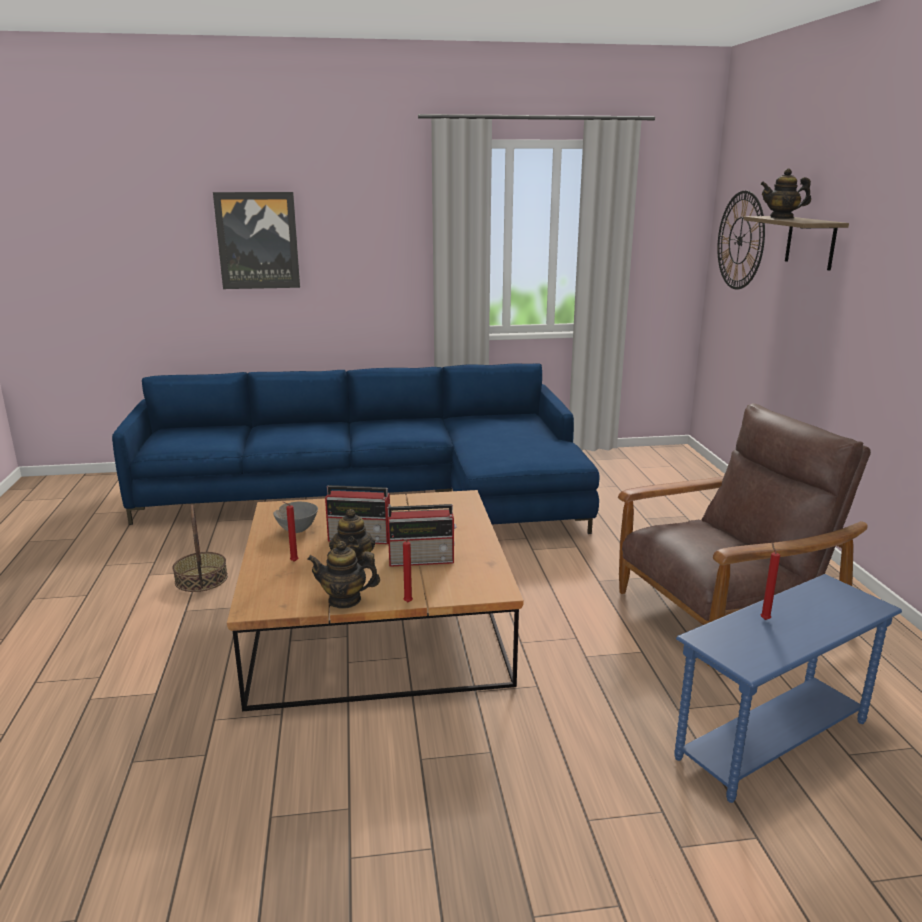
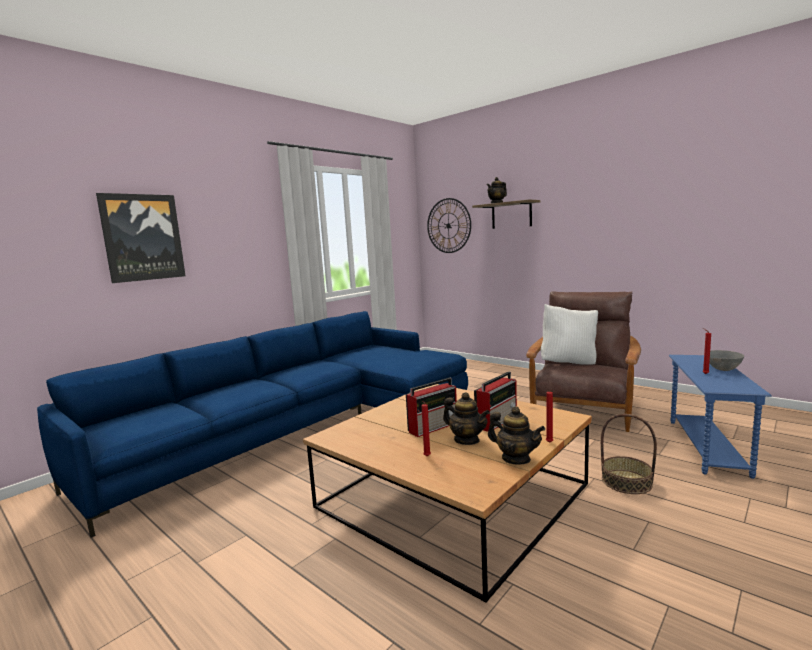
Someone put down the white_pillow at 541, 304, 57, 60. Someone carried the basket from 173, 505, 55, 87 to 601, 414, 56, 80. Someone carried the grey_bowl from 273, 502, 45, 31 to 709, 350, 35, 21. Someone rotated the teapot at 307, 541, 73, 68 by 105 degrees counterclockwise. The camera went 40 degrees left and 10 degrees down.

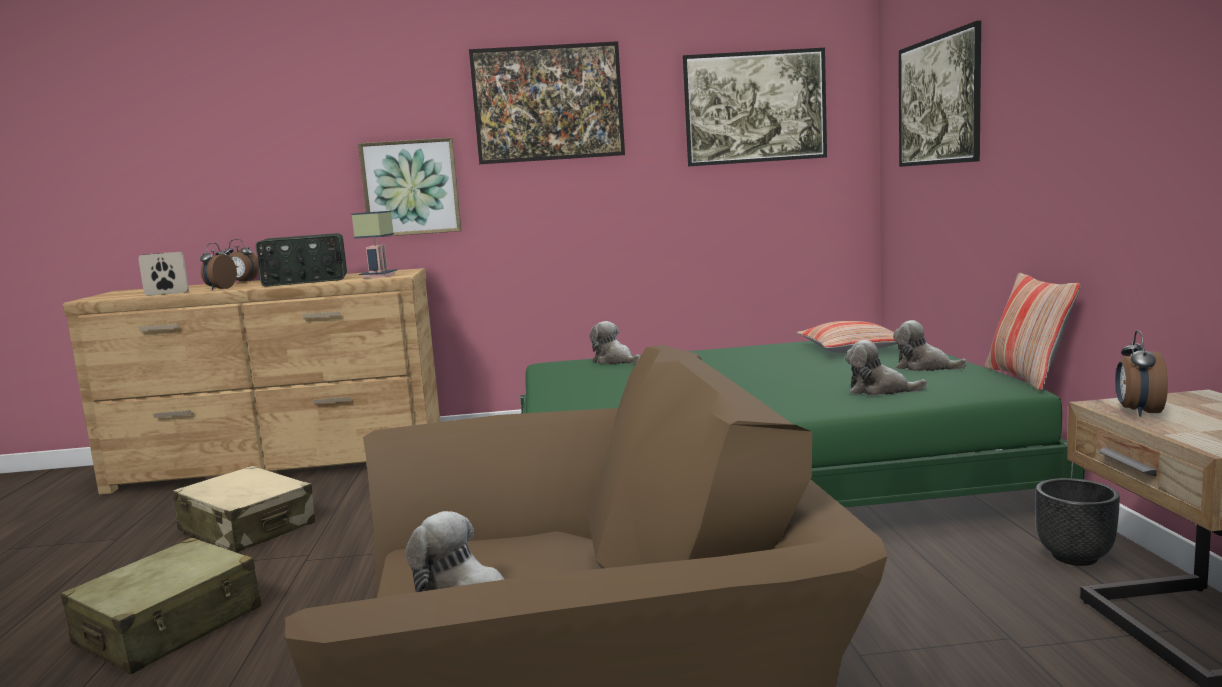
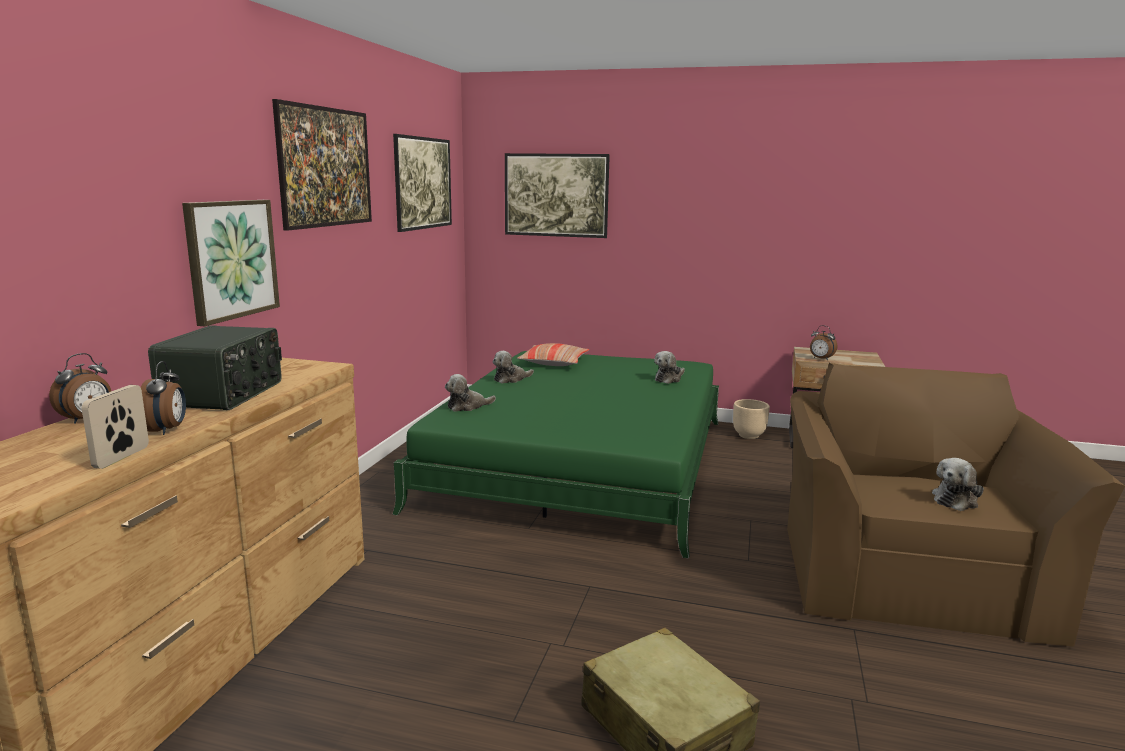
Someone took away the beige_suitcase at 172, 465, 143, 87. Someone took away the table_lamp at 352, 211, 46, 68. Someone took away the pillow at 984, 273, 97, 118. Someone carried the plush_toy from 893, 320, 75, 51 to 493, 351, 41, 33. Someone repainted the black_planter at 1035, 478, 85, 88, which became the beige_planter at 733, 399, 37, 40. Someone rotated the alarm_clock at 200, 243, 37, 47 by 135 degrees counterclockwise. The camera went 70 degrees left and 5 degrees up.

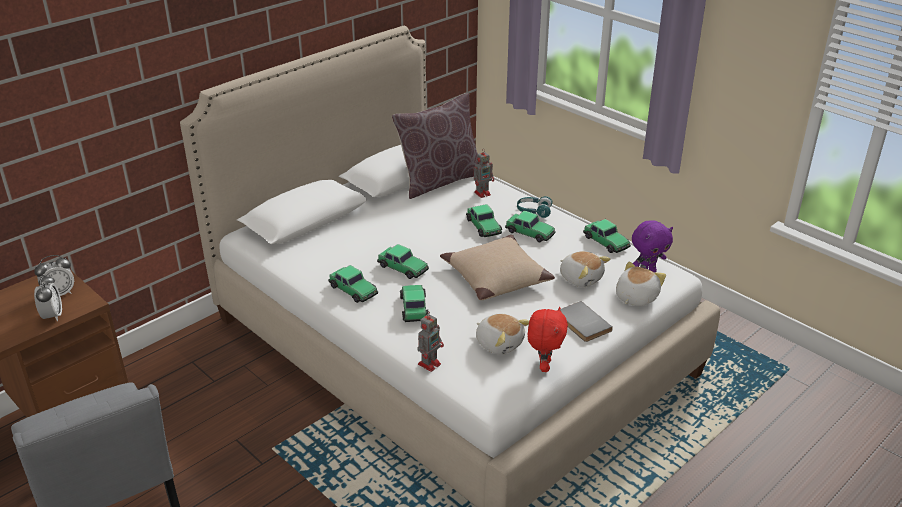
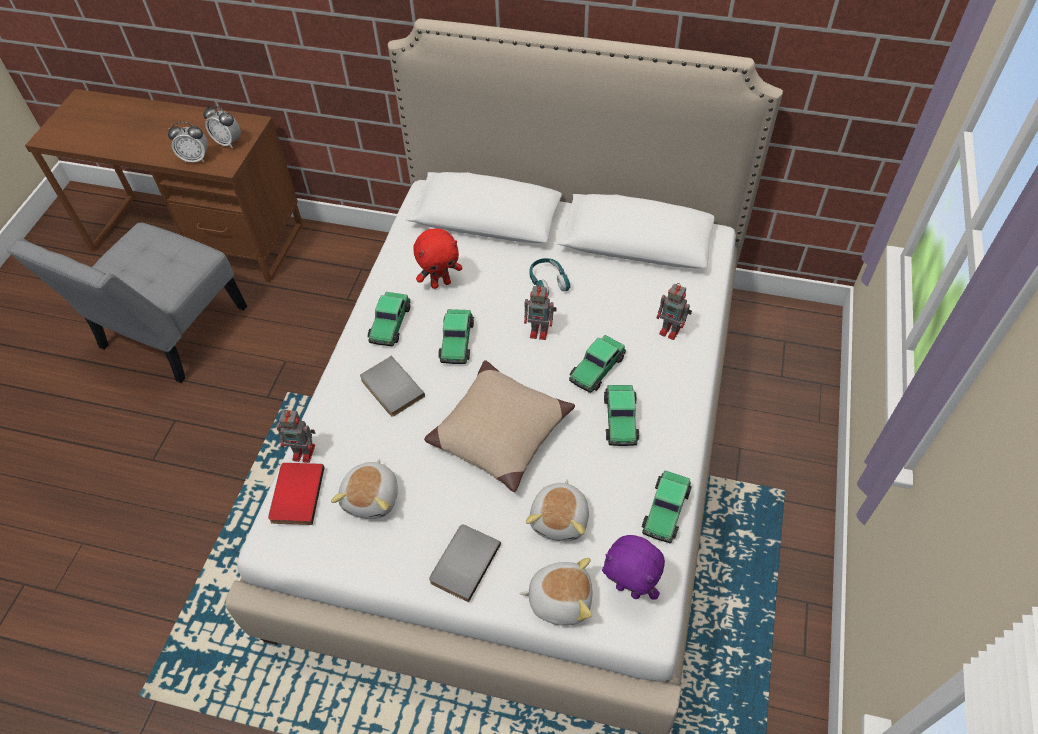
Someone took away the brown_pillow at 392, 93, 87, 106. Someone put down the red_book at 268, 463, 56, 62. Someone put down the toy_robot at 524, 284, 33, 56. Someone carried the turquoise_headphones from 517, 196, 35, 22 to 529, 258, 41, 37. Someone carried the red_plush_toy from 528, 307, 40, 65 to 413, 228, 50, 61. Someone swapped the toy_car at 400, 285, 29, 37 for the grey_book at 360, 356, 65, 61. Someone rotated the alarm_clock at 34, 275, 28, 46 by 45 degrees clockwise. The camera went 60 degrees right and 20 degrees up.

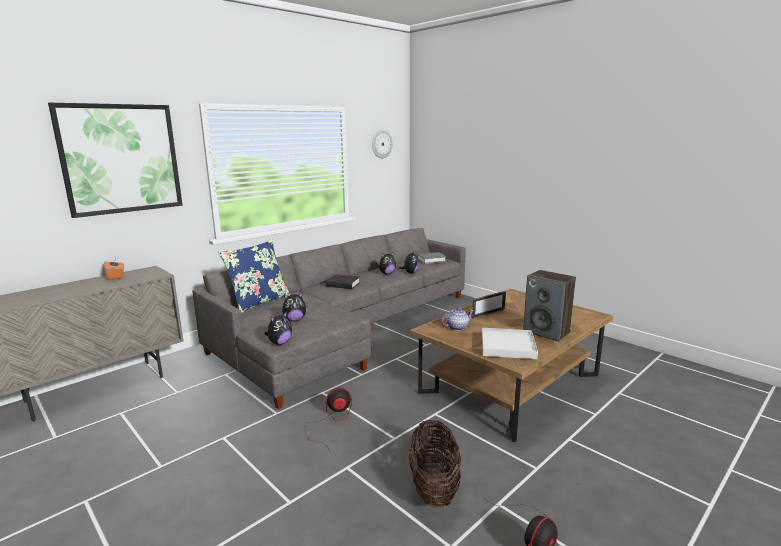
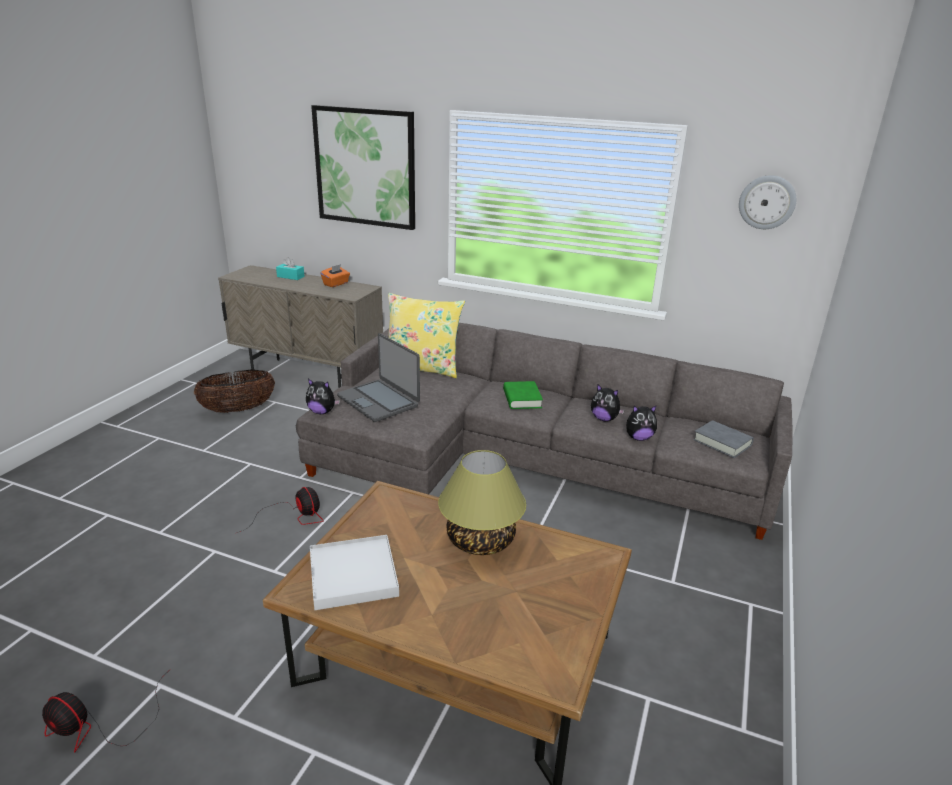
Someone took away the teapot at 441, 308, 33, 23. Someone took away the speaker at 523, 270, 53, 72. Someone put down the turquoise_tissue_box at 276, 257, 29, 23. Someone carried the basket from 409, 419, 52, 89 to 194, 369, 81, 44. Someone swapped the plush_toy at 282, 292, 25, 29 for the laptop at 337, 333, 83, 89. Someone swapped the picture_frame at 472, 291, 34, 28 for the table_lamp at 438, 450, 88, 105. Someone repainted the blue_pillow at 218, 239, 72, 74, which became the yellow_pillow at 388, 293, 77, 85. Someone repainted the black_book at 326, 274, 34, 15, which became the green_book at 503, 381, 40, 28. The camera went 65 degrees right and 10 degrees up.

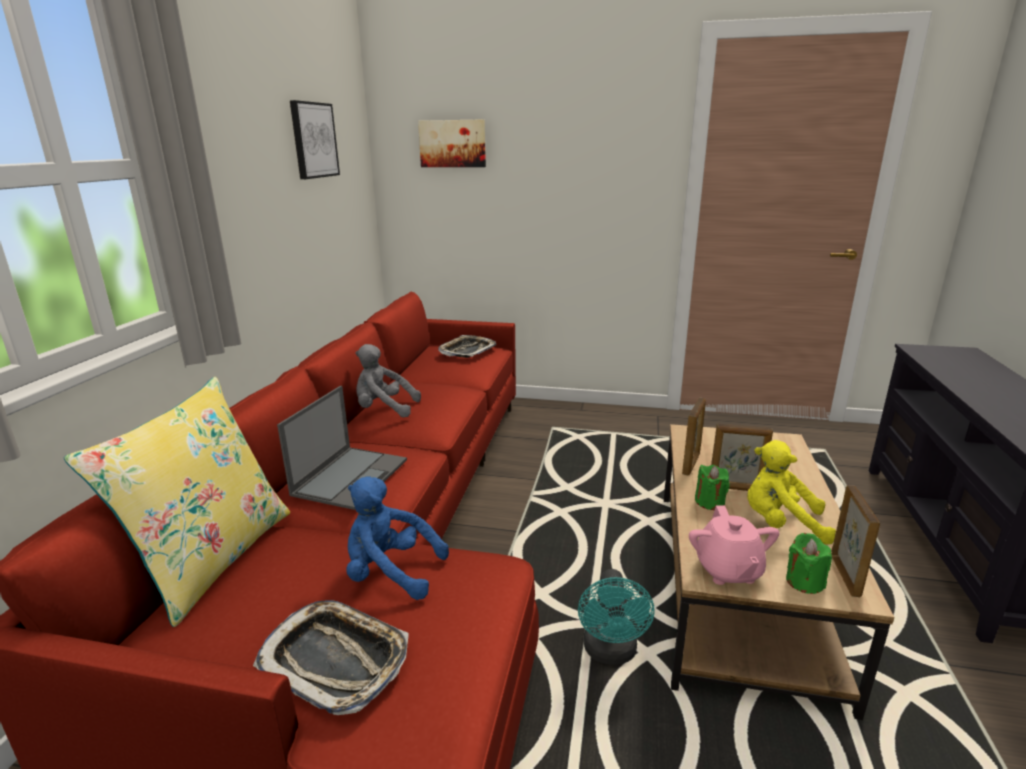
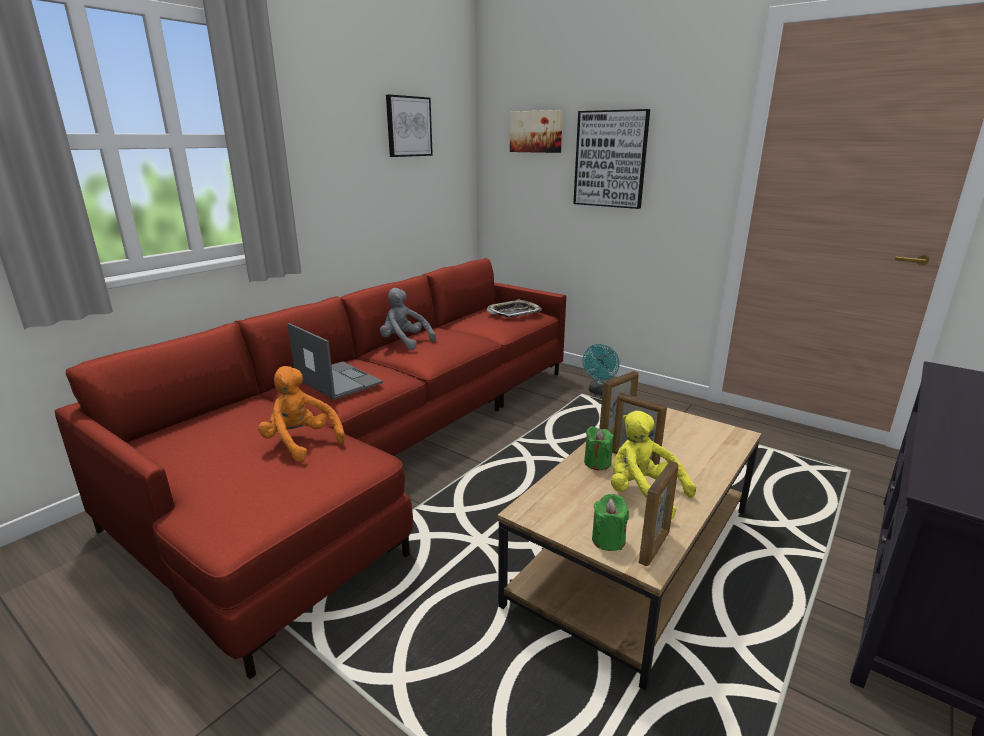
Someone took away the yellow_pillow at 64, 377, 226, 250. Someone took away the tray at 253, 600, 156, 115. Someone took away the pink_teapot at 689, 505, 90, 80. Someone put up the picture at 573, 109, 77, 100. Someone carried the turquoise_fan from 578, 569, 76, 96 to 583, 344, 36, 52. Someone repainted the blue_plush_toy at 346, 476, 103, 124, which became the orange_plush_toy at 258, 366, 87, 96. Someone rotated the laptop at 277, 386, 130, 124 by 90 degrees counterclockwise. The camera went 25 degrees right and 0 degrees up.

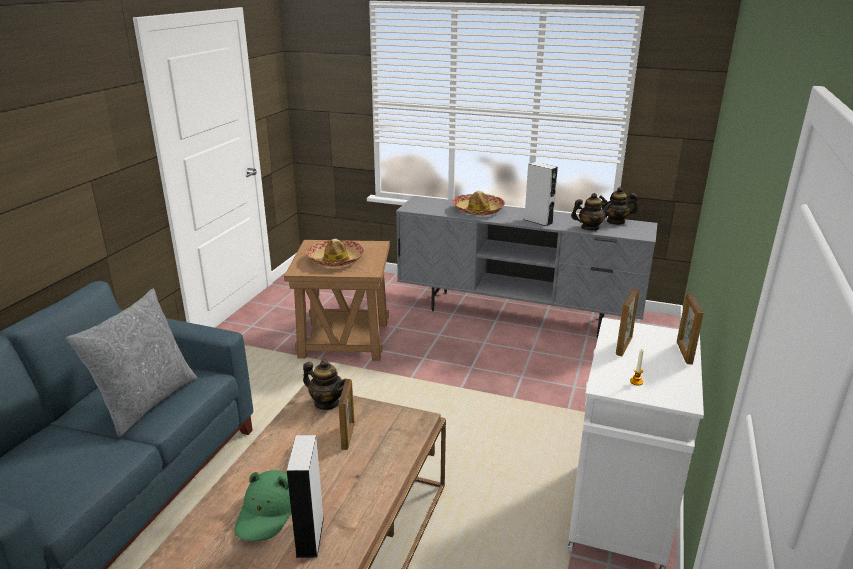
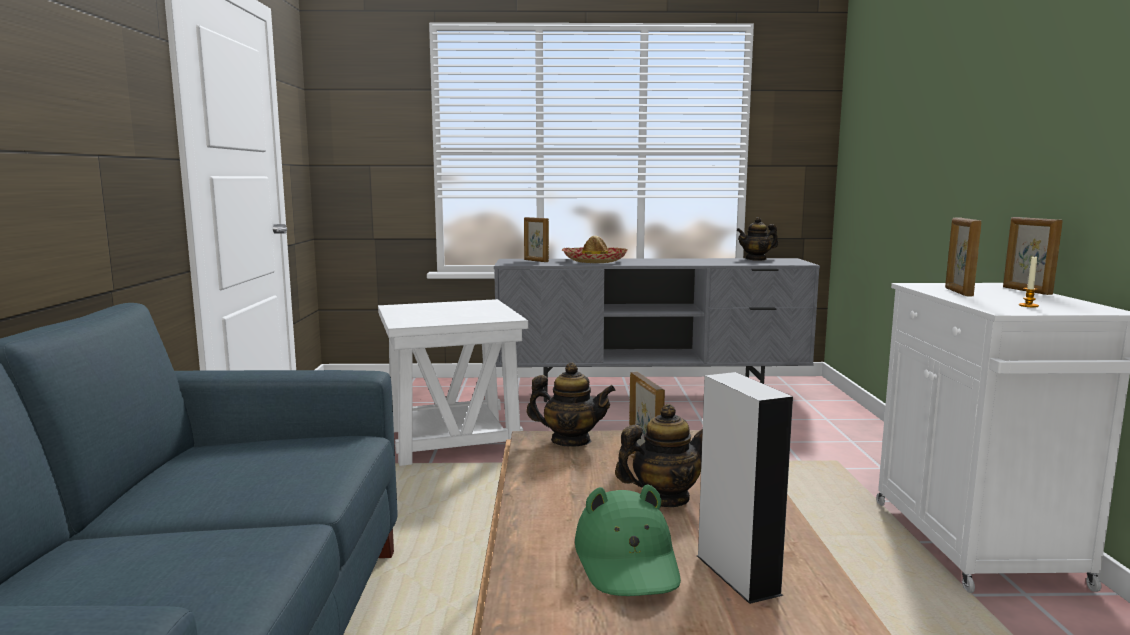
Someone took away the grey_pillow at 66, 289, 131, 148. Someone took away the hat at 306, 239, 58, 28. Someone took away the grey_speaker at 524, 162, 34, 64. Someone put down the picture_frame at 524, 217, 25, 45. Someone carried the teapot from 571, 193, 42, 38 to 615, 404, 88, 103. Someone repainted the brown_side_table at 284, 240, 106, 121, which became the white_side_table at 378, 299, 150, 167. The camera went 20 degrees left and 15 degrees down.

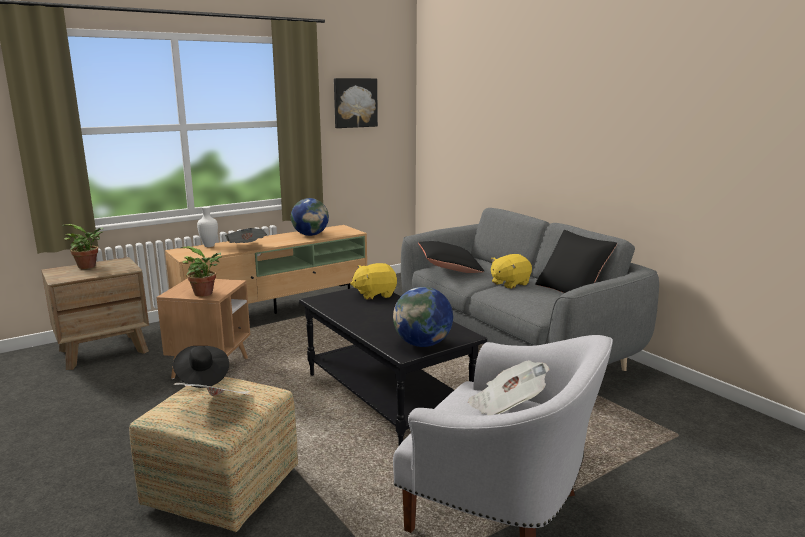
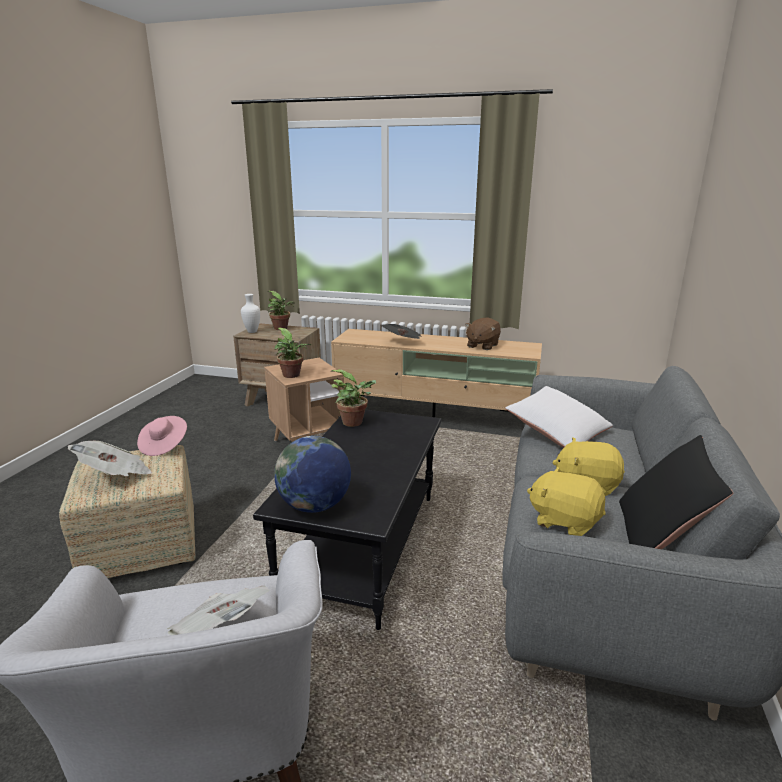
Someone took away the picture at 334, 78, 44, 50. Someone put down the potted_plant at 332, 369, 44, 58. Someone carried the white_vase from 197, 206, 21, 41 to 241, 294, 19, 39. Someone carried the yellow_plush_toy from 350, 263, 47, 37 to 527, 466, 79, 70. Someone swapped the globe at 291, 198, 38, 38 for the brown_plush_toy at 465, 318, 36, 32. Someone repainted the black_hat at 173, 346, 56, 42, which became the pink_hat at 137, 416, 50, 40. Someone repainted the black_pillow at 418, 241, 66, 32, which became the white_pillow at 505, 386, 108, 62. The camera went 50 degrees right and 5 degrees up.

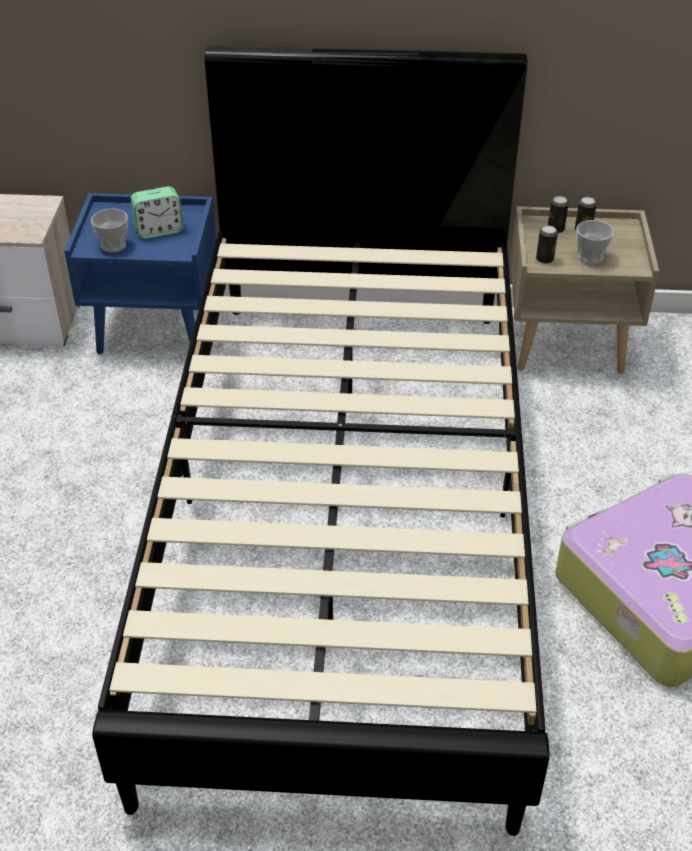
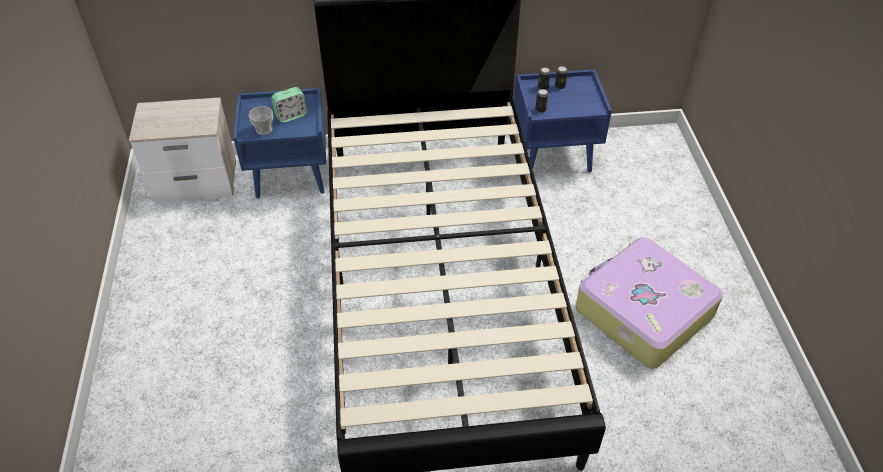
Someone took away the cup at 576, 220, 38, 45. Someone repainted the beige_nightstand at 510, 206, 149, 168, which became the blue_nightstand at 514, 69, 98, 103. The camera went 10 degrees left and 5 degrees up.

